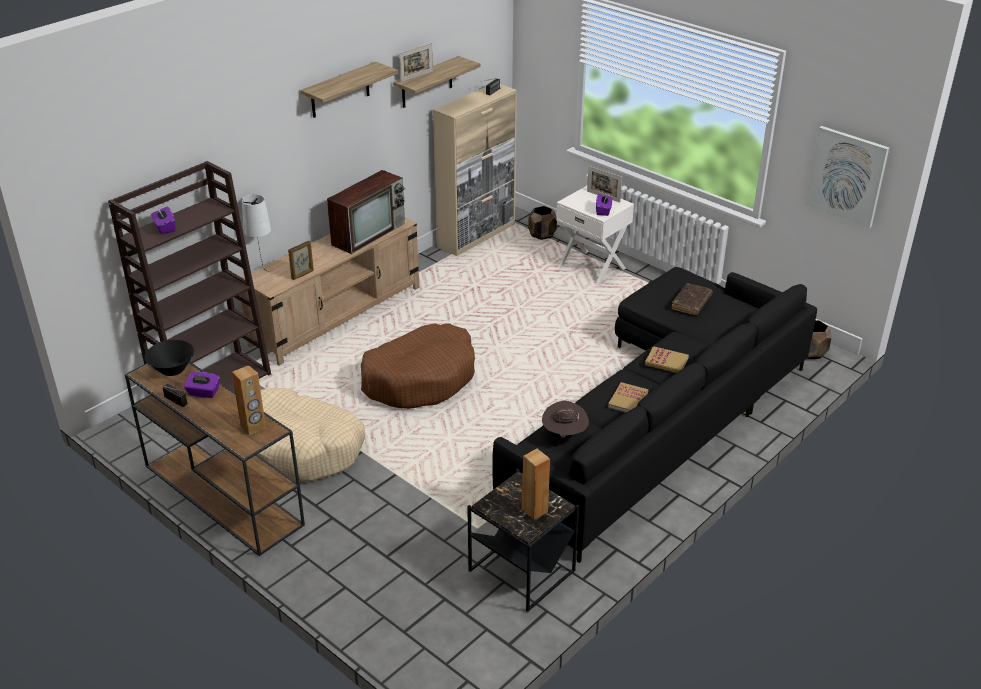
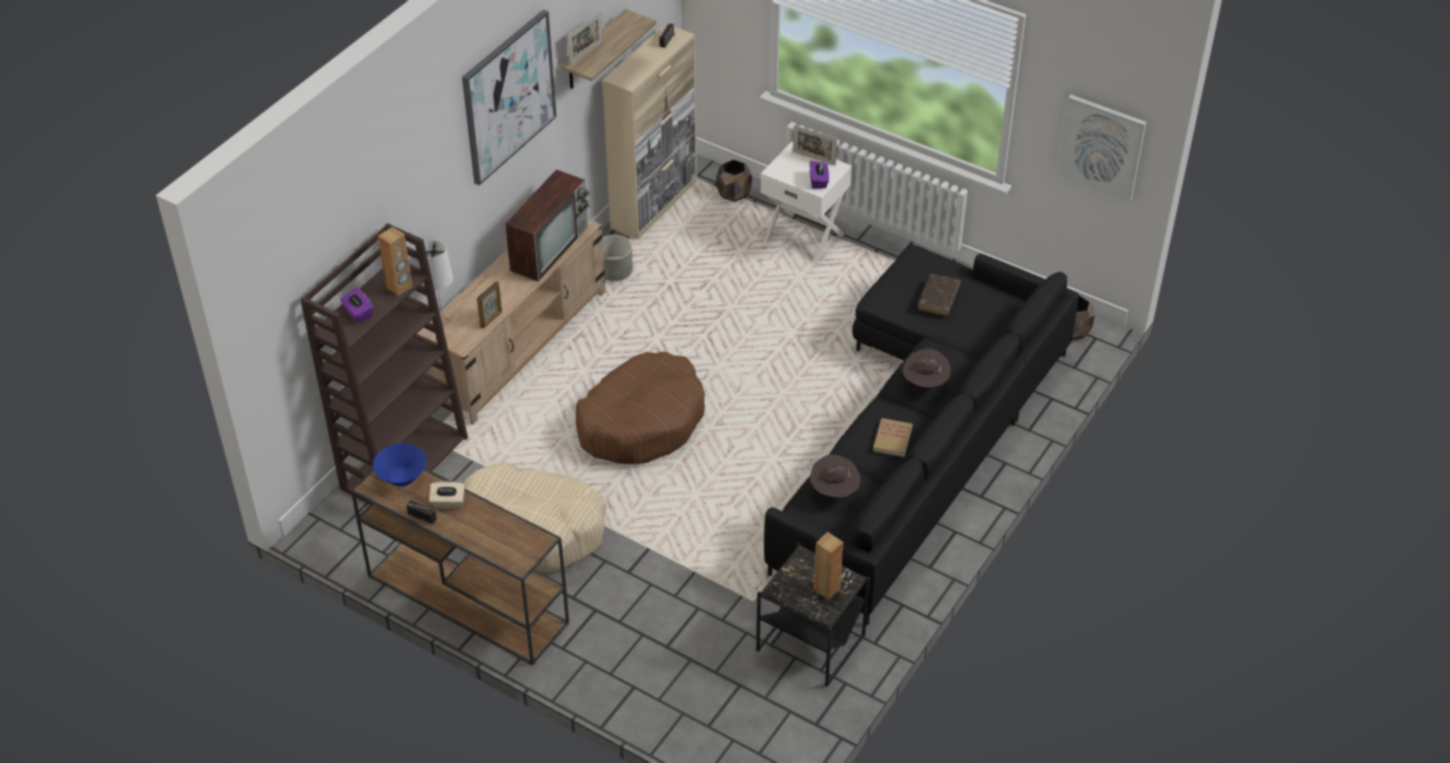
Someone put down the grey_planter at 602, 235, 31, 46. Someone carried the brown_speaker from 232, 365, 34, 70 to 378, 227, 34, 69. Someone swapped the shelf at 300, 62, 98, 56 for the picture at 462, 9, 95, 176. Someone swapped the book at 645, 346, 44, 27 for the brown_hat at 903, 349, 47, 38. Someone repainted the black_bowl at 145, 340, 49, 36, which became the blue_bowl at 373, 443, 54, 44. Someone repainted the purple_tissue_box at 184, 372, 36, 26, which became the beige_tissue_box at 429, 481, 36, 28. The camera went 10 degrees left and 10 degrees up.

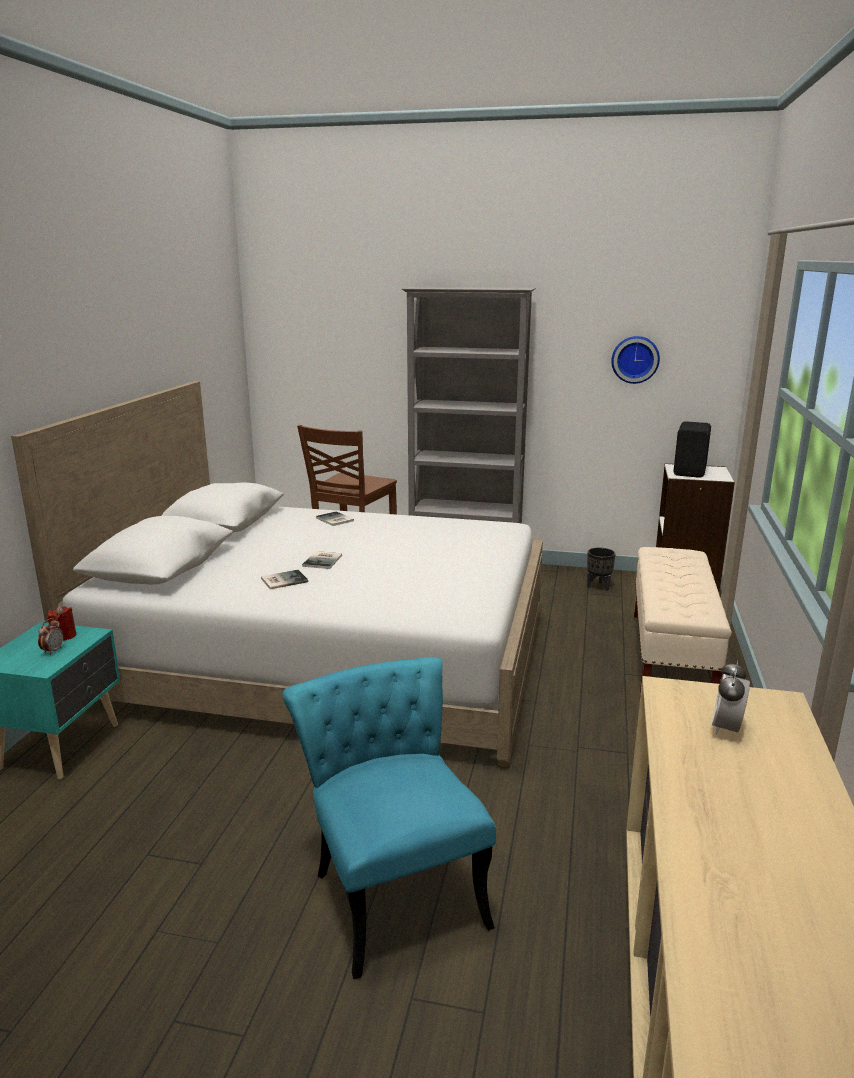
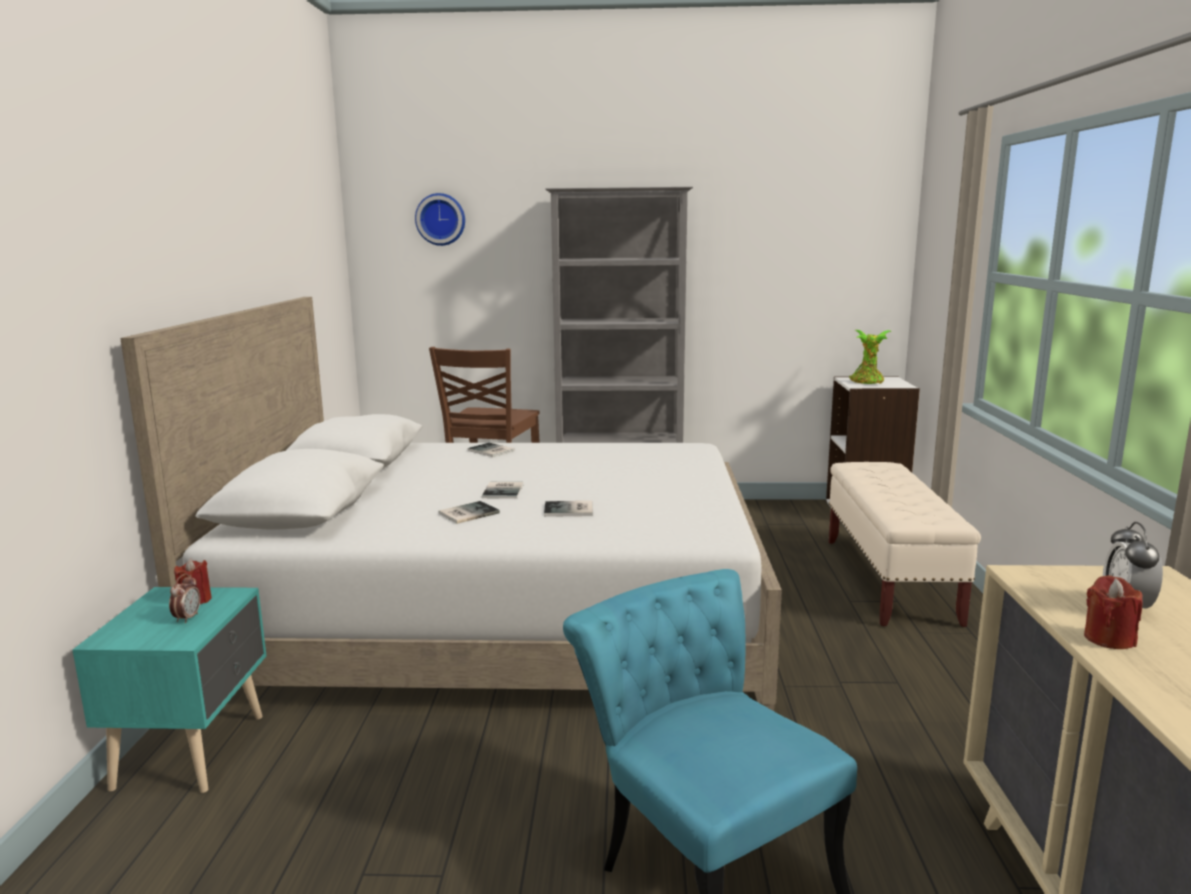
Someone took away the black_planter at 587, 548, 29, 43. Someone put down the book at 544, 501, 49, 16. Someone put down the red_candle at 1084, 575, 59, 74. Someone carried the wall_clock from 611, 336, 49, 48 to 415, 193, 50, 53. Someone swapped the black_speaker at 673, 421, 38, 57 for the potted_plant at 849, 330, 42, 54. The camera went 10 degrees left and 5 degrees down.

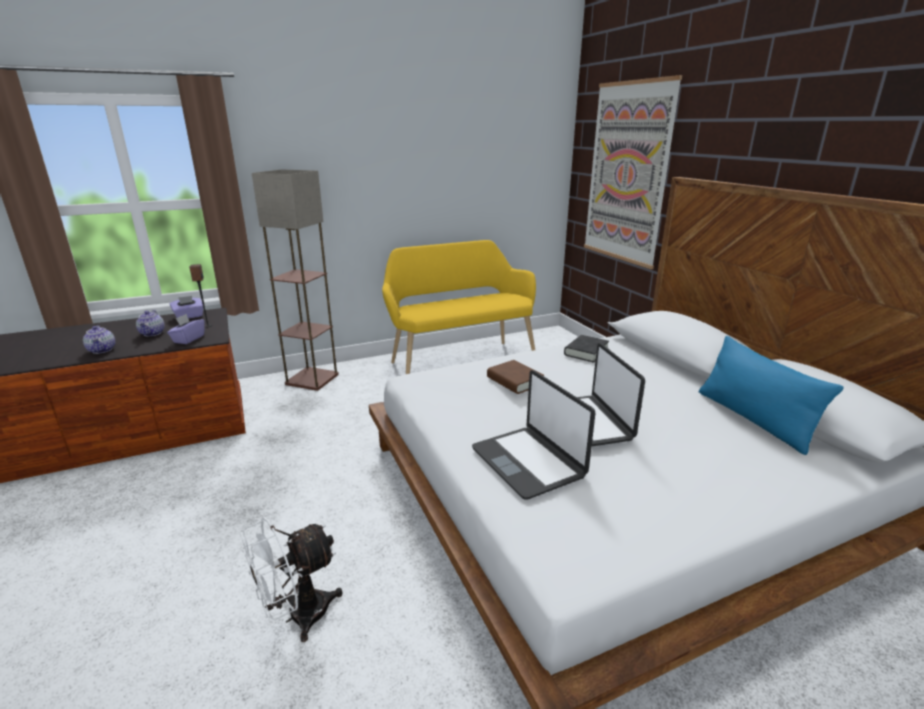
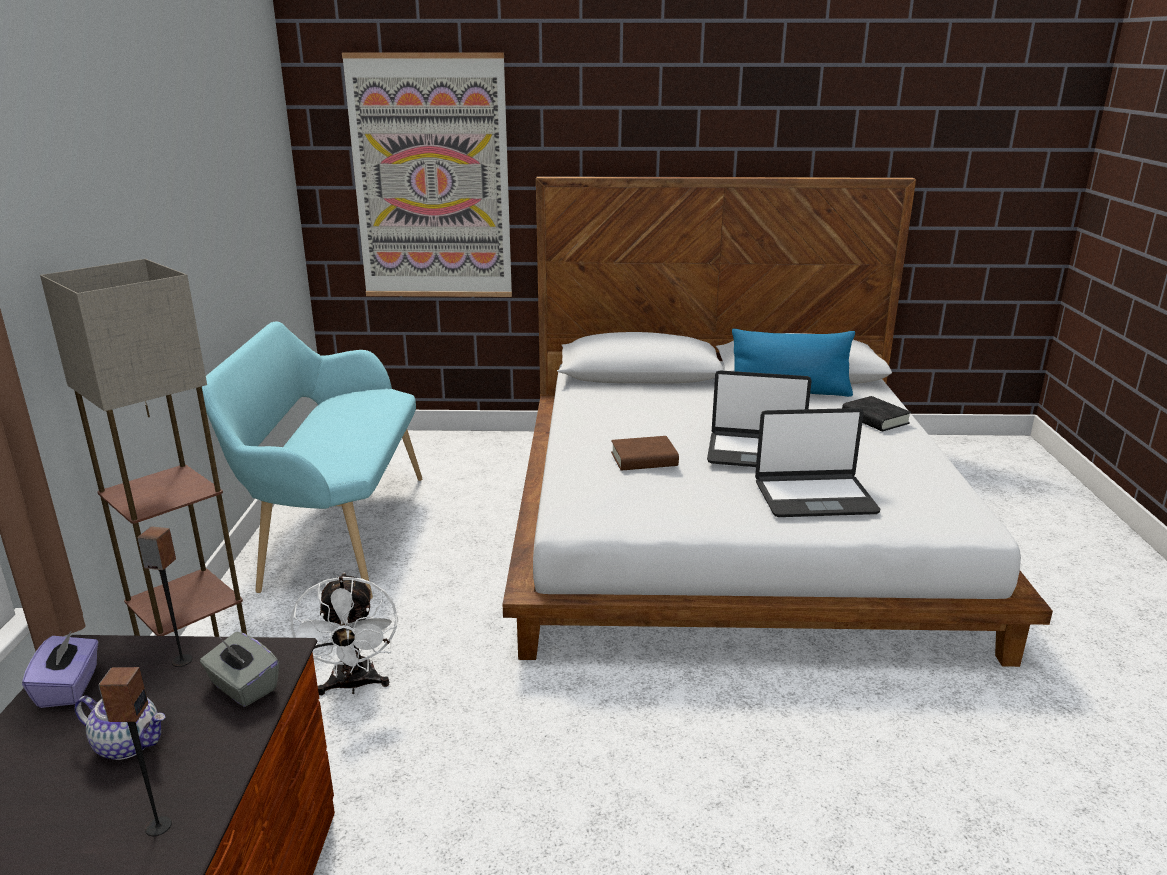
Someone carried the white_fan from 240, 517, 103, 125 to 290, 573, 108, 122. Someone carried the black_book from 564, 335, 45, 28 to 842, 396, 69, 35. Someone swapped the teapot at 83, 325, 32, 29 for the speaker at 98, 667, 74, 169. Someone repainted the purple_tissue_box at 167, 314, 38, 30, which became the grey_tissue_box at 200, 632, 79, 75. Someone repainted the yellow_bench at 382, 240, 154, 134, which became the turquoise_bench at 202, 322, 220, 278. The camera went 65 degrees left and 0 degrees up.

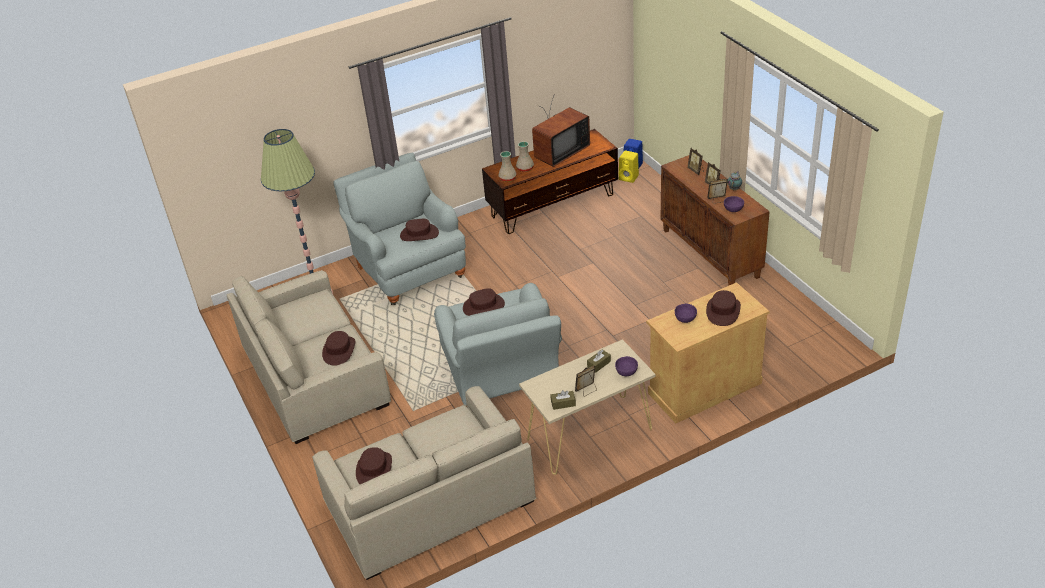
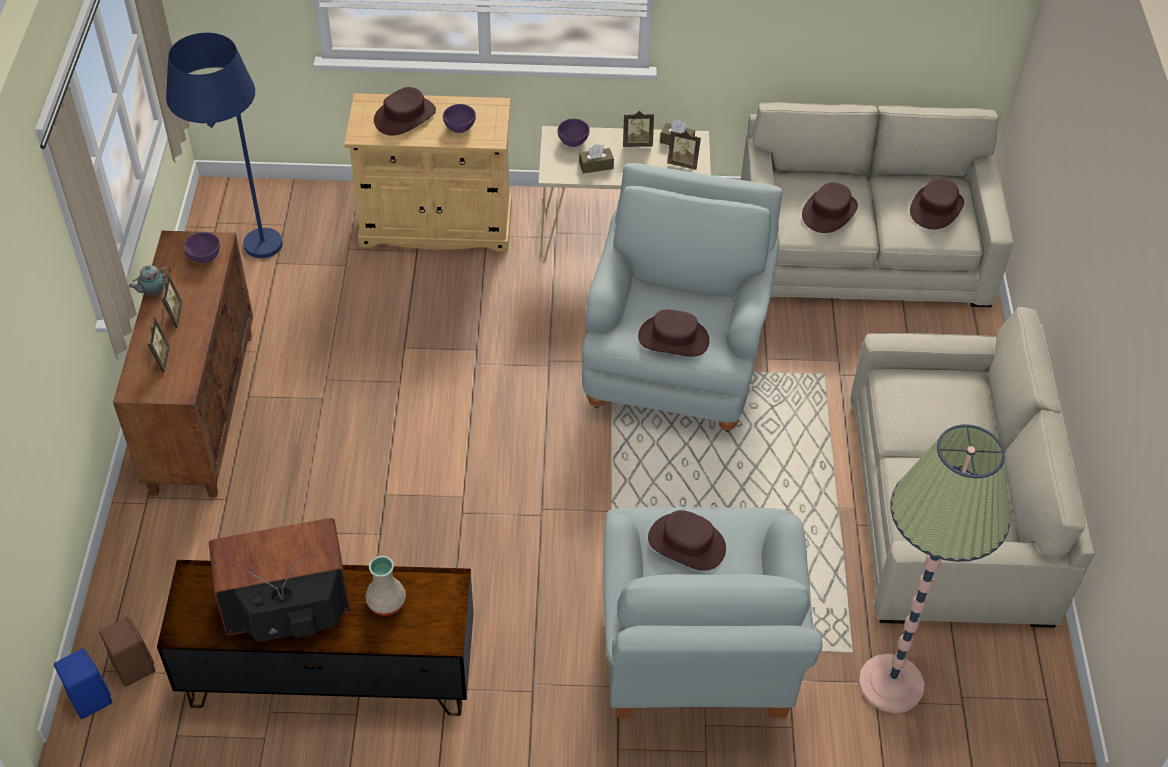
Someone took away the beige_vase at 499, 151, 18, 31. Someone put down the blue_floor_lamp at 166, 33, 117, 225. Someone carried the brown_hat from 322, 331, 33, 35 to 802, 182, 56, 51. Someone carried the picture_frame from 708, 178, 20, 26 to 667, 131, 34, 39. Someone repainted the yellow_speaker at 619, 151, 20, 32, which became the brown_speaker at 99, 617, 57, 70. The camera went 155 degrees left and 10 degrees up.

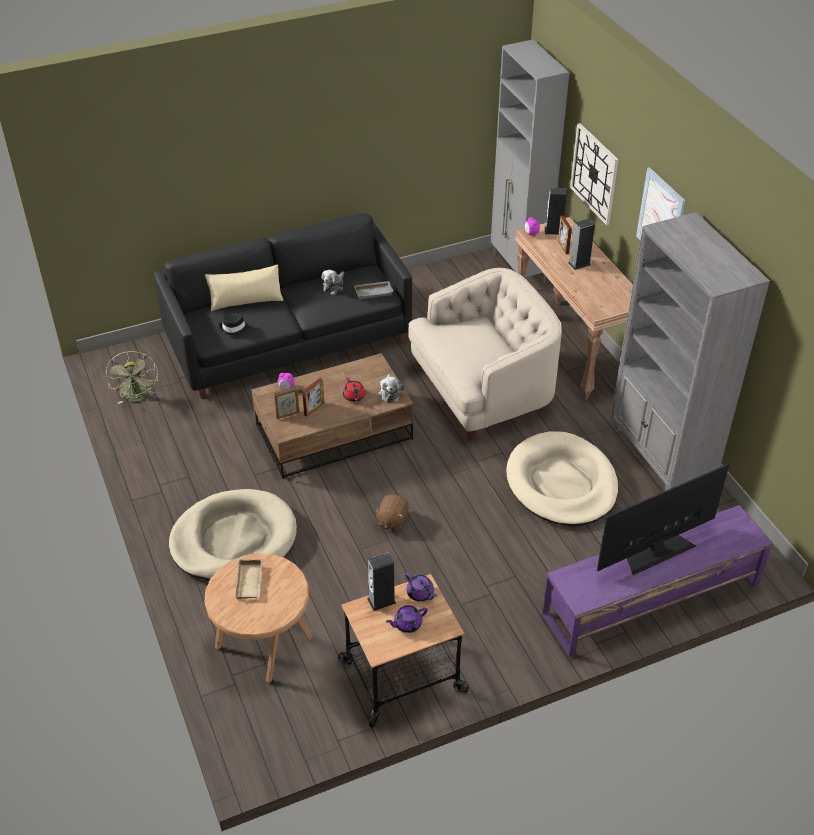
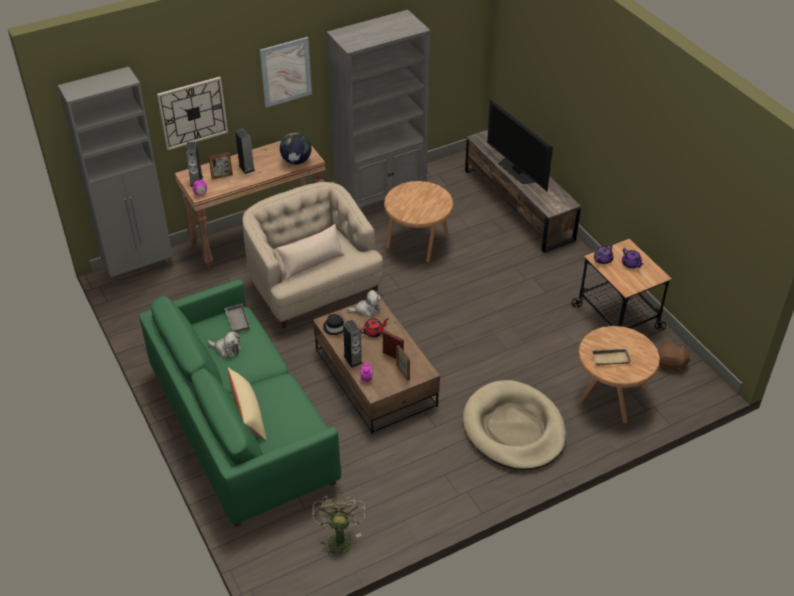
Someone put down the beige_pillow at 277, 224, 68, 56. Someone put down the globe at 280, 133, 31, 31. Someone carried the black_hat from 219, 313, 30, 22 to 323, 314, 21, 21. Someone carried the speaker from 367, 553, 29, 58 to 343, 320, 20, 48. Someone carried the brown_plush_toy from 375, 495, 34, 36 to 658, 343, 33, 29. Someone swapped the beige_dog_bed at 506, 431, 112, 95 for the brown_side_table at 384, 181, 69, 81. Someone repainted the black_sofa at 154, 213, 258, 185, which became the green_sofa at 139, 279, 202, 248. Someone repainted the purple_tv_stand at 542, 505, 231, 152, which became the brown_tv_stand at 465, 130, 116, 123. Someone rotated the green_fan at 106, 351, 52, 53 by 75 degrees counterclockwise. The camera went 95 degrees left and 0 degrees up.

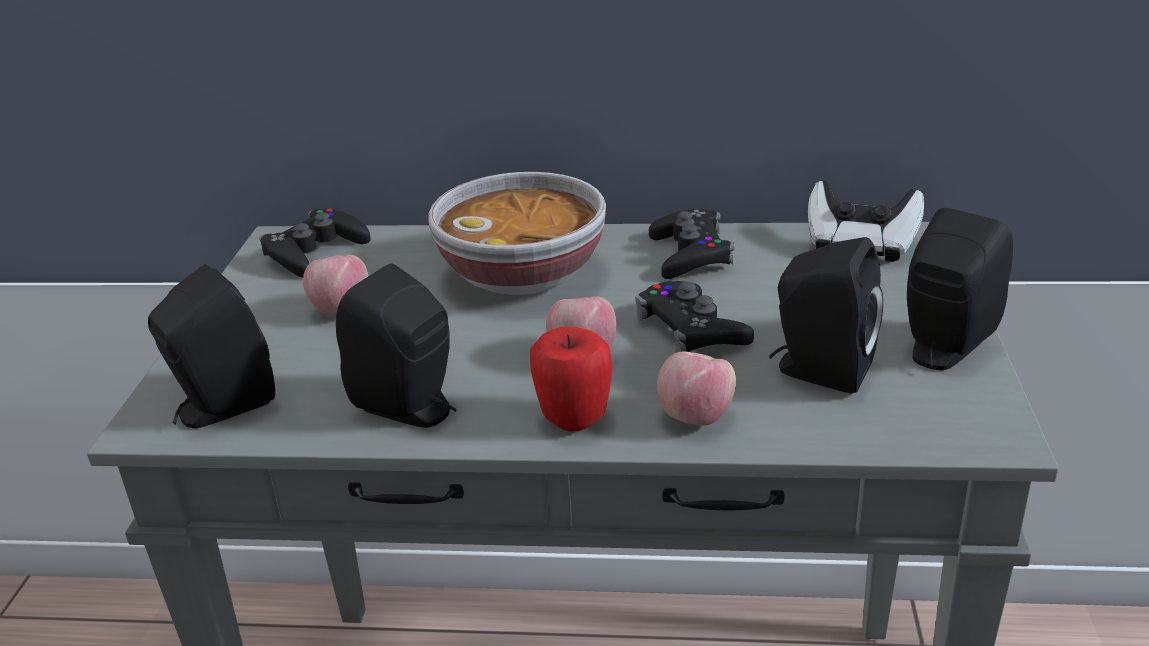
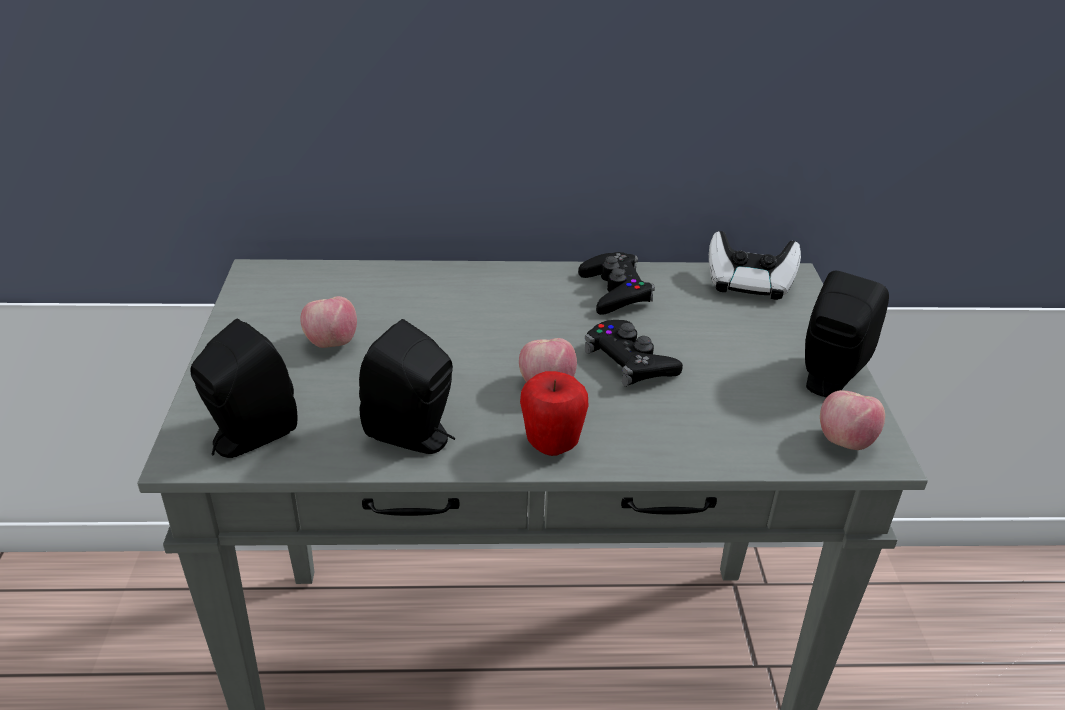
Someone took away the black_game_controller at 259, 209, 112, 69. Someone took away the bowl at 428, 172, 178, 123. Someone took away the black_speaker at 769, 237, 114, 157. Someone carried the apple from 657, 351, 79, 75 to 820, 390, 65, 60. The camera went 10 degrees left and 5 degrees up.

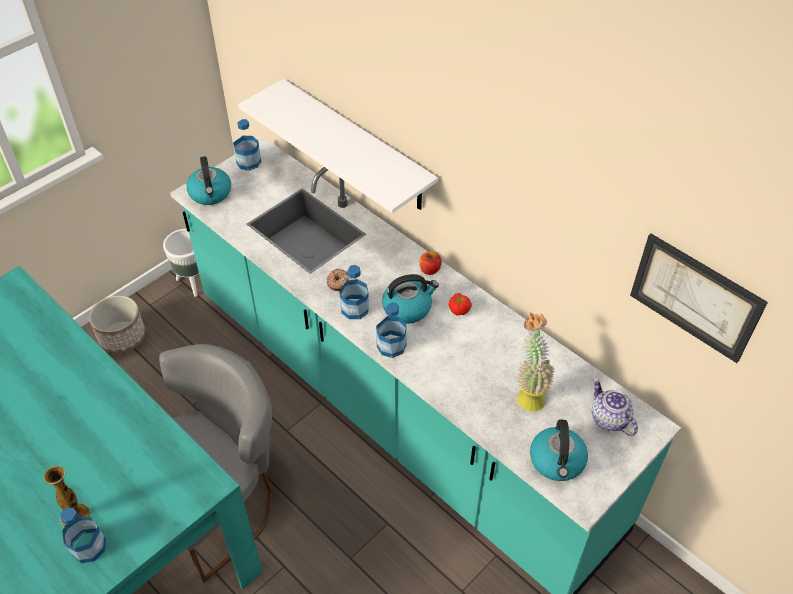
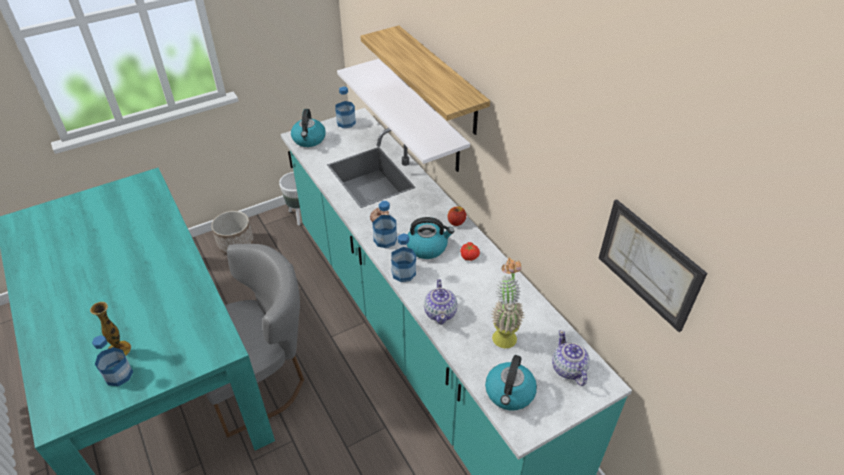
Someone put up the shelf at 360, 25, 130, 110. Someone put down the teapot at 424, 279, 34, 46. The camera went 15 degrees right and 5 degrees down.

